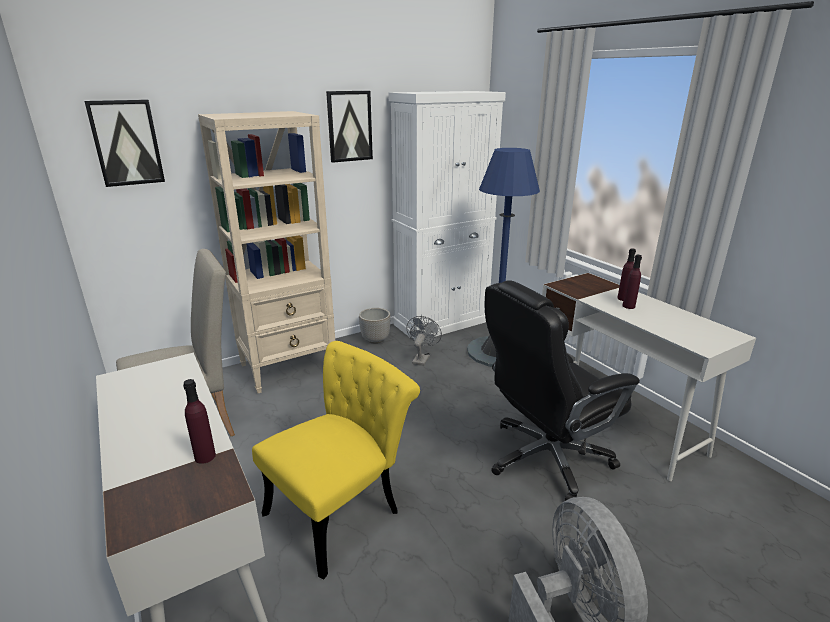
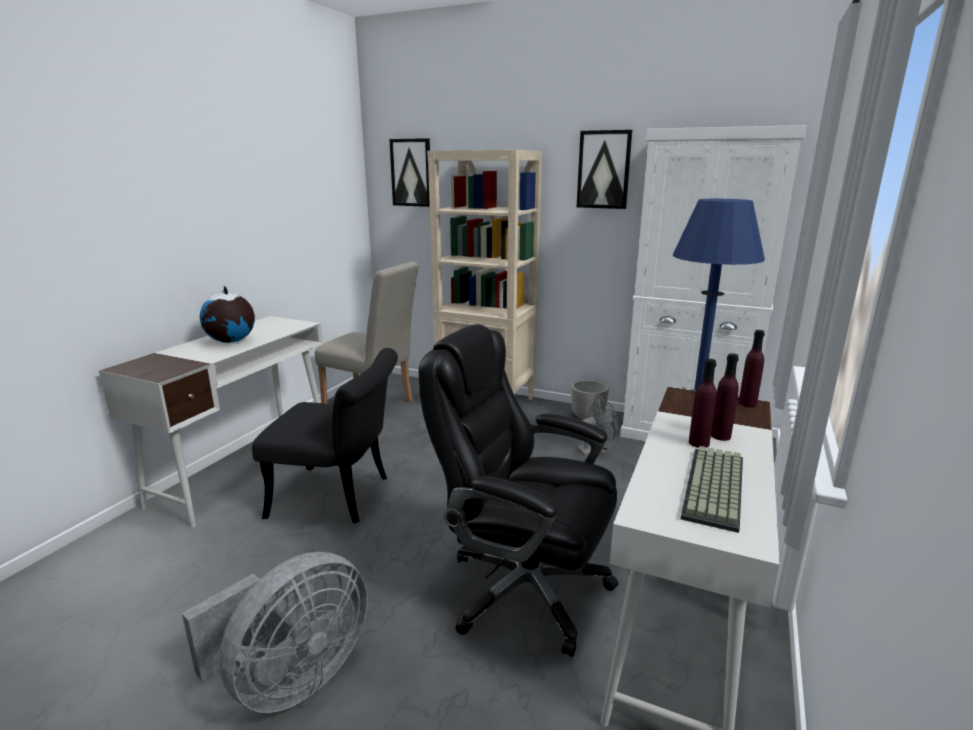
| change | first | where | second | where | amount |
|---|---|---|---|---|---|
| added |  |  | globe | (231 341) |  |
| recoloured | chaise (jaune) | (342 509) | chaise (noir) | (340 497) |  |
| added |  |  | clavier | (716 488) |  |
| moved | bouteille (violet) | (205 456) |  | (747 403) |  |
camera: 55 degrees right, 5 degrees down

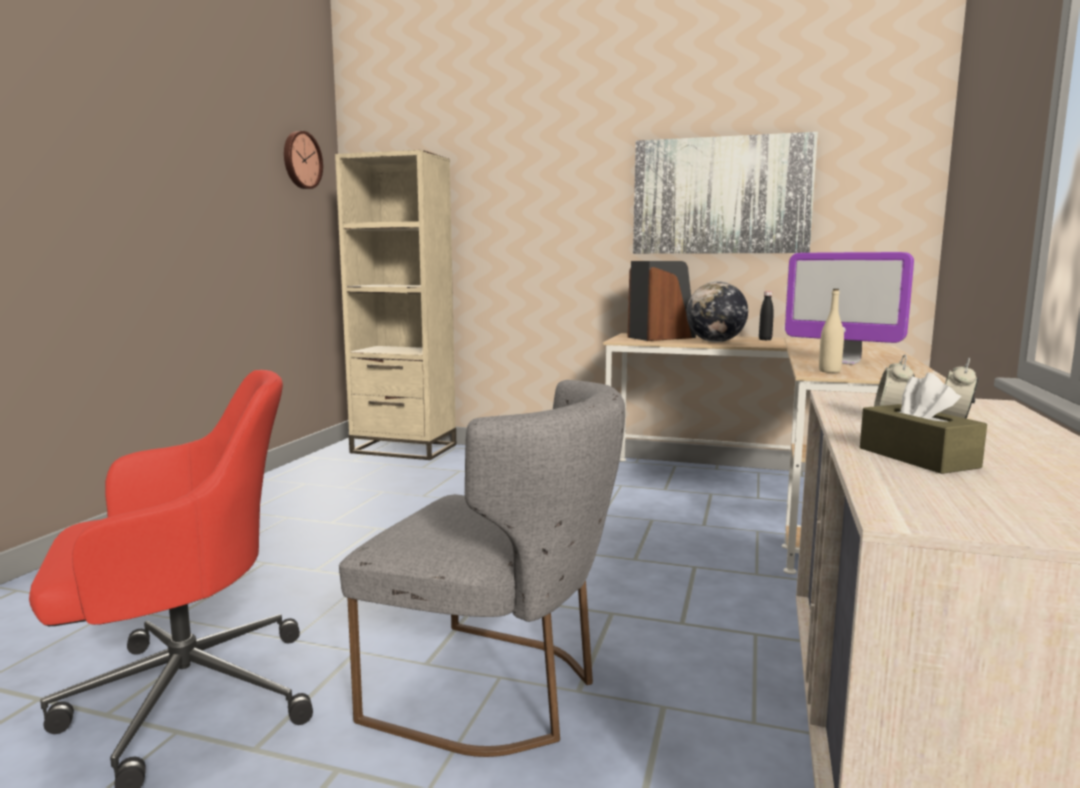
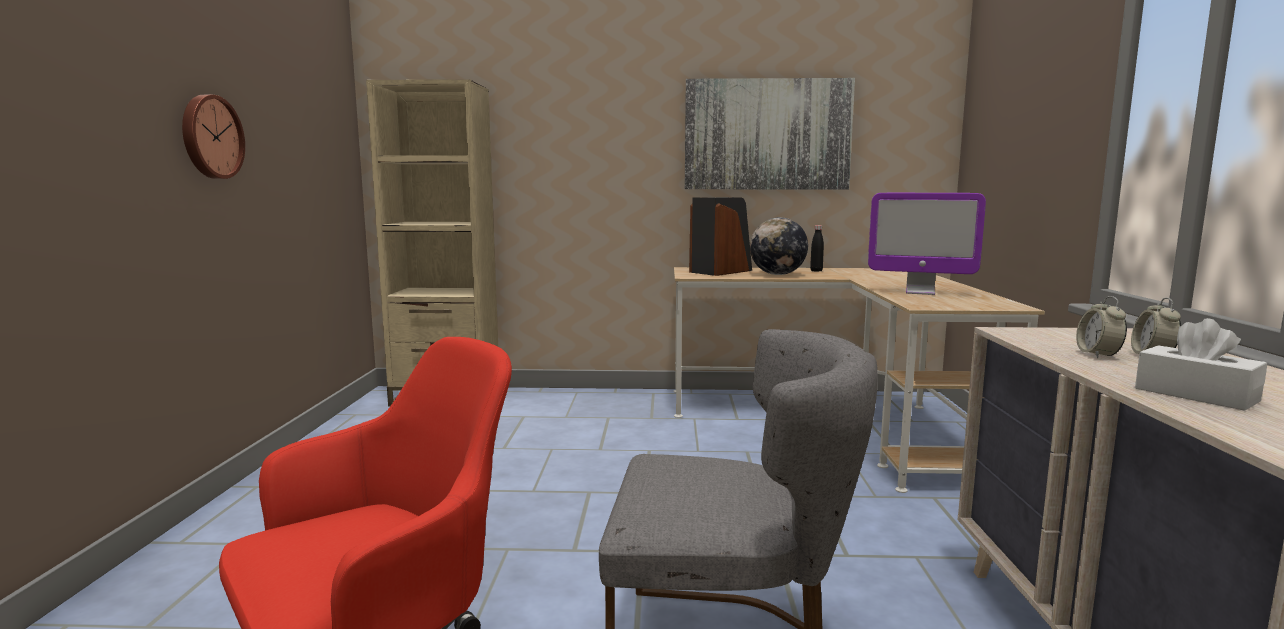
| change | first | where | second | where | amount |
|---|---|---|---|---|---|
| moved | horloge murale | (301 160) |  | (210 137) |  |
| recoloured | boîte à mouchoirs (marron) | (917 457) | boîte à mouchoirs (blanc) | (1195 395) |  |
| removed | bouteille (beige) | (829 371) |  |  |  |
camera: 15 degrees left, 0 degrees up

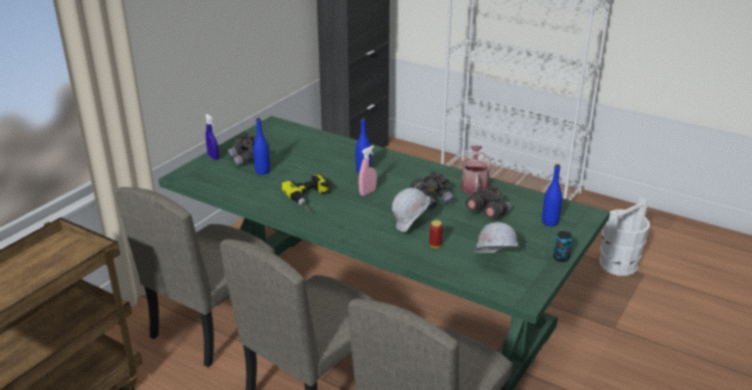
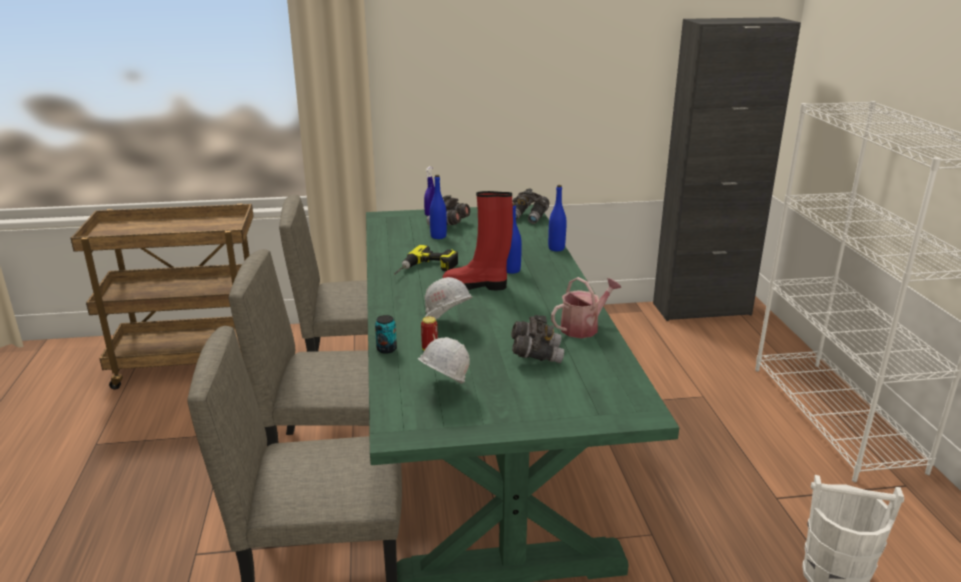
| change | first | where | second | where | amount |
|---|---|---|---|---|---|
| moved | boîte métallique | (561 258) |  | (386 349) |  |
| replaced | vaporisateur (rose) | (367 192) | botte (rouge) | (477 285) |  |
| moved | jumelles (gris) | (433 199) |  | (529 217) |  |
| moved | bouteille (bleu) | (549 222) |  | (556 248) |  |
camera: 50 degrees right, 5 degrees down

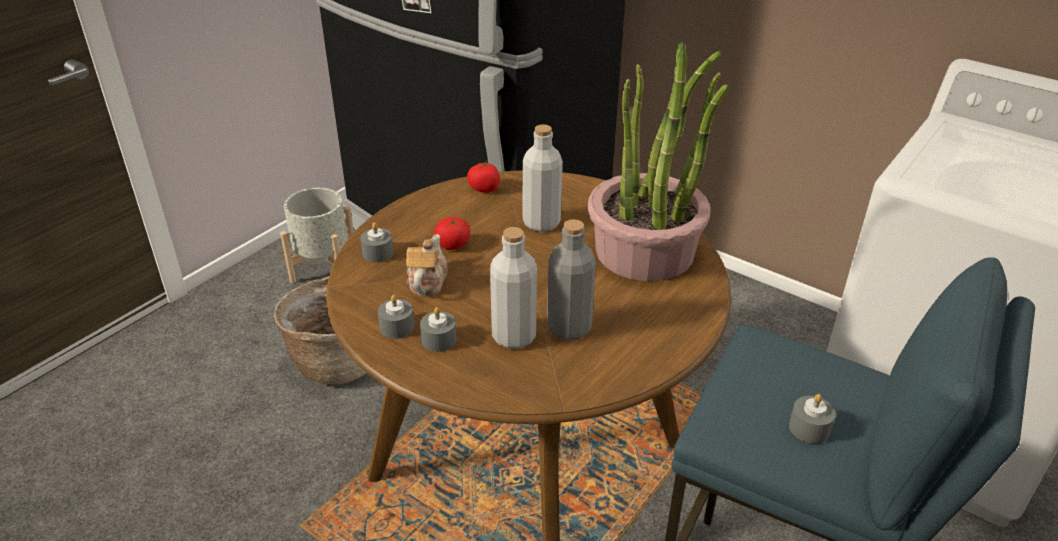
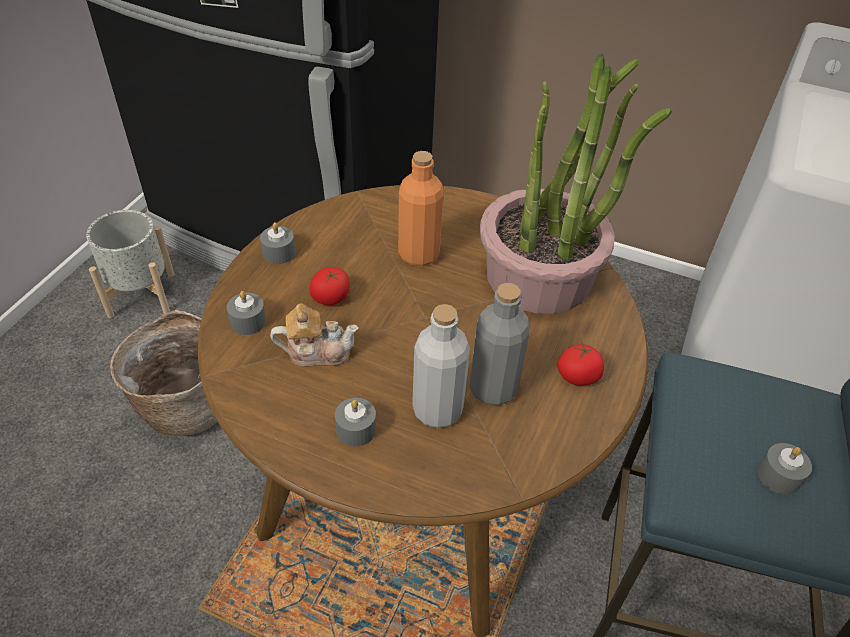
| change | first | where | second | where | amount |
|---|---|---|---|---|---|
| moved | bougie (gris) | (397 327) |  | (279 253) |  |
| turned | théière | (427 281) |  | (317 352) | 90 degrees clockwise |
| recoloured | bouteille (gris) | (541 223) | bouteille (orange) | (419 254) |  |
| moved | tomate | (484 189) |  | (578 376) |  |
camera: 15 degrees left, 10 degrees up

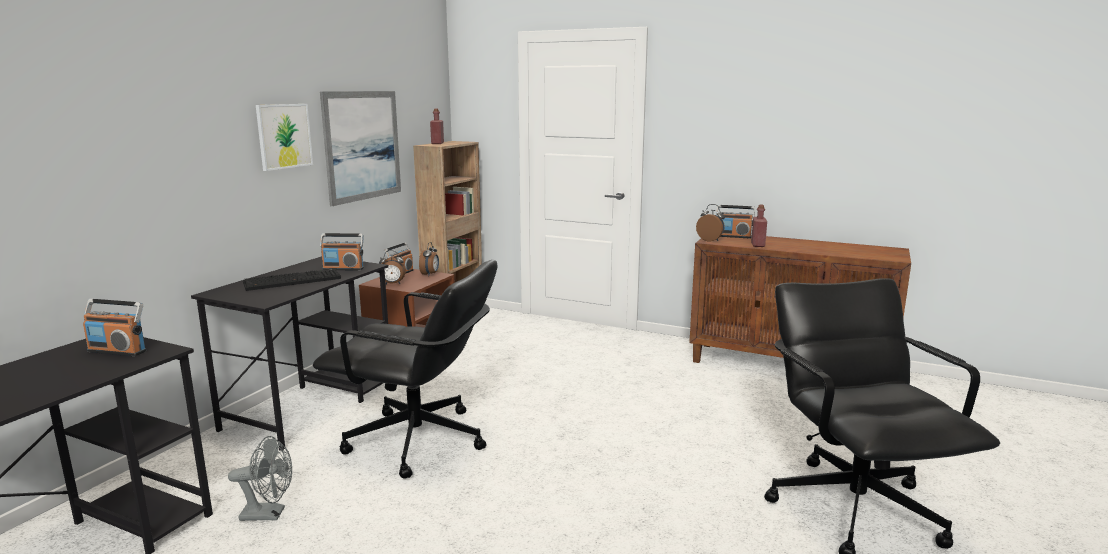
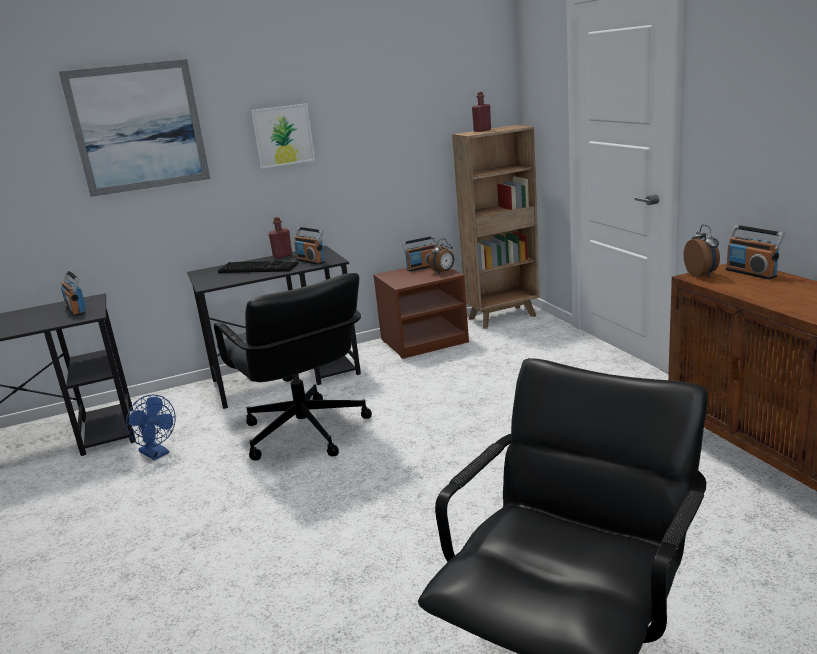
| change | first | where | second | where | amount |
|---|---|---|---|---|---|
| moved | tableau | (362 145) |  | (138 128) |  |
| recoloured | ventilateur (gris) | (269 514) | ventilateur (bleu) | (157 454) |  |
| moved | bouteille (rouge) | (757 245) |  | (282 256) |  |
| removed | réveil | (393 284) |  |  |  |
camera: 45 degrees right, 5 degrees up

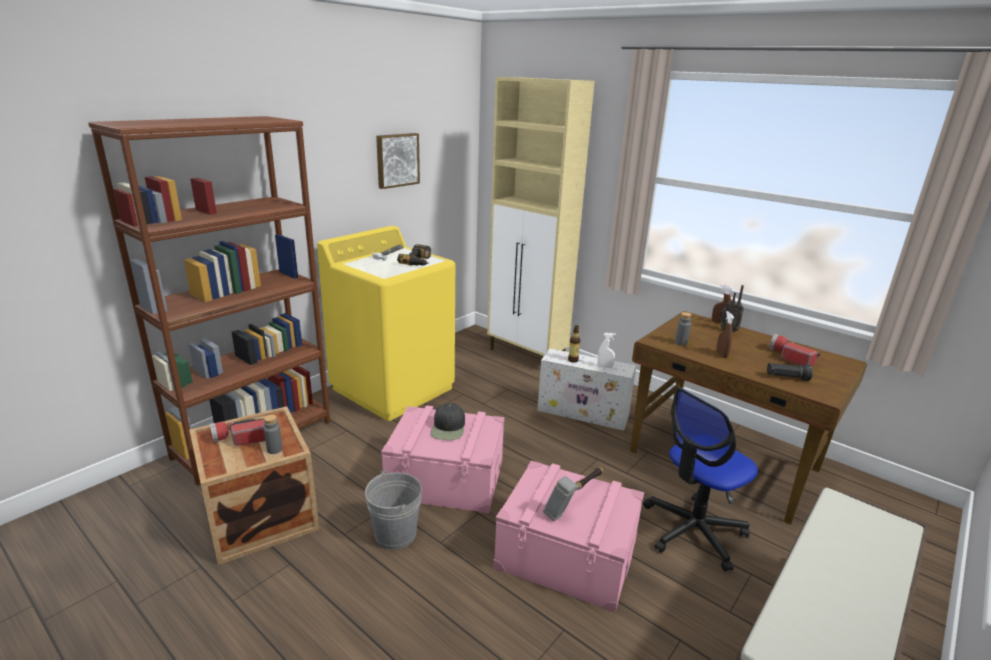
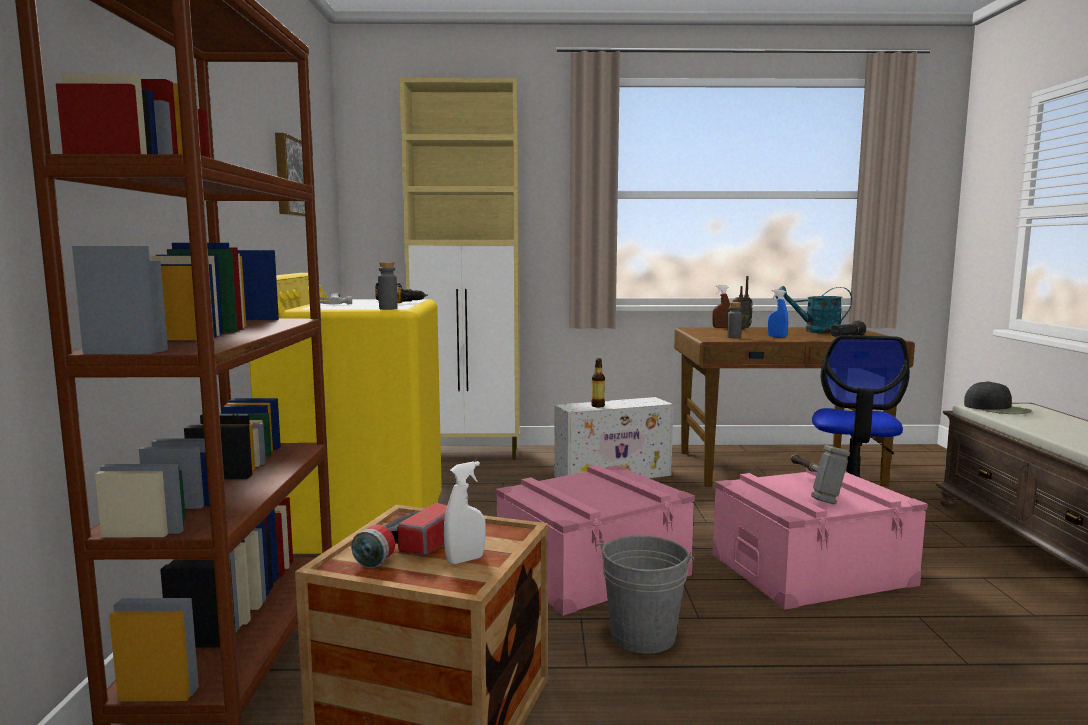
| change | first | where | second | where | amount |
|---|---|---|---|---|---|
| moved | bouteille (gris) | (274 449) |  | (388 309) |  |
| moved | vaporisateur (blanc) | (605 367) |  | (465 560) |  |
| recoloured | vaporisateur (marron) | (721 354) | vaporisateur (bleu) | (777 337) |  |
| replaced | lampe de poche | (790 357) | arrosoir (turquoise) | (815 331) |  |
| moved | casquette (noir) | (448 428) |  | (997 409) |  |
camera: 40 degrees left, 15 degrees down

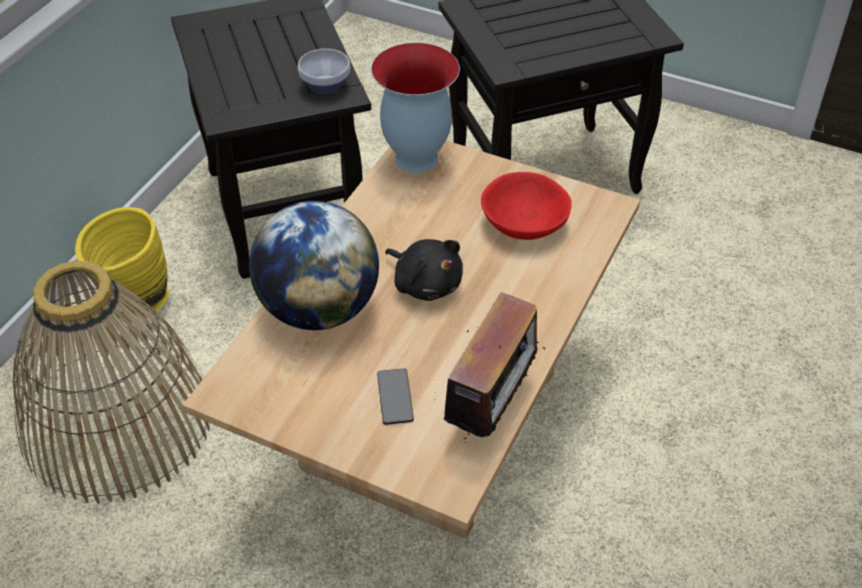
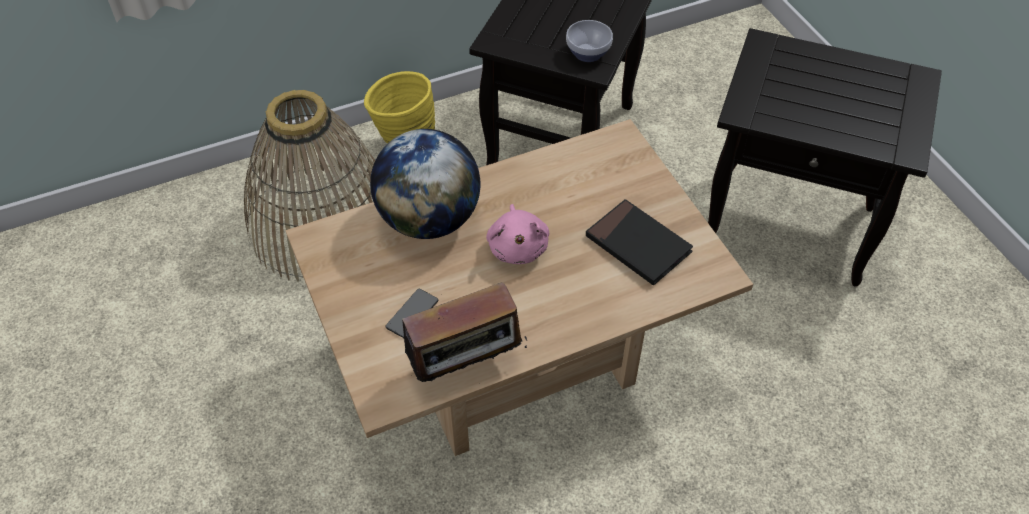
| change | first | where | second | where | amount |
|---|---|---|---|---|---|
| recoloured | peluche (noir) | (425 283) | peluche (rose) | (518 247) |  |
| replaced | bol (rouge) | (523 222) | livre (noir) | (638 245) |  |
| removed | vase | (415 159) |  |  |  |
camera: 40 degrees right, 5 degrees up

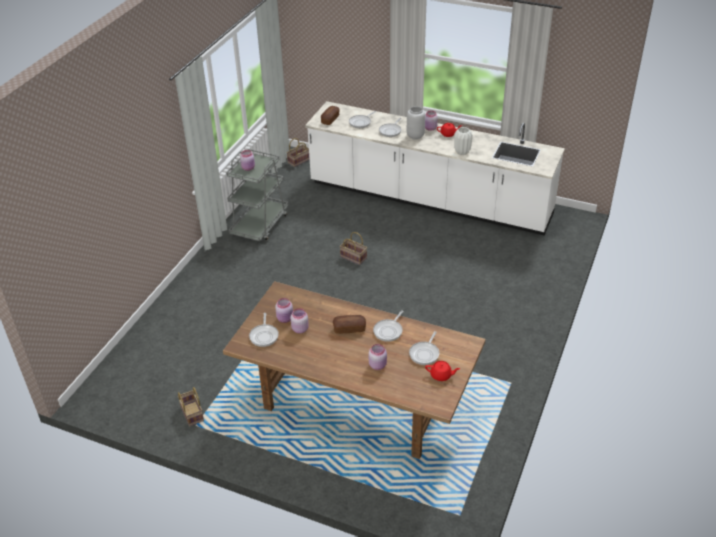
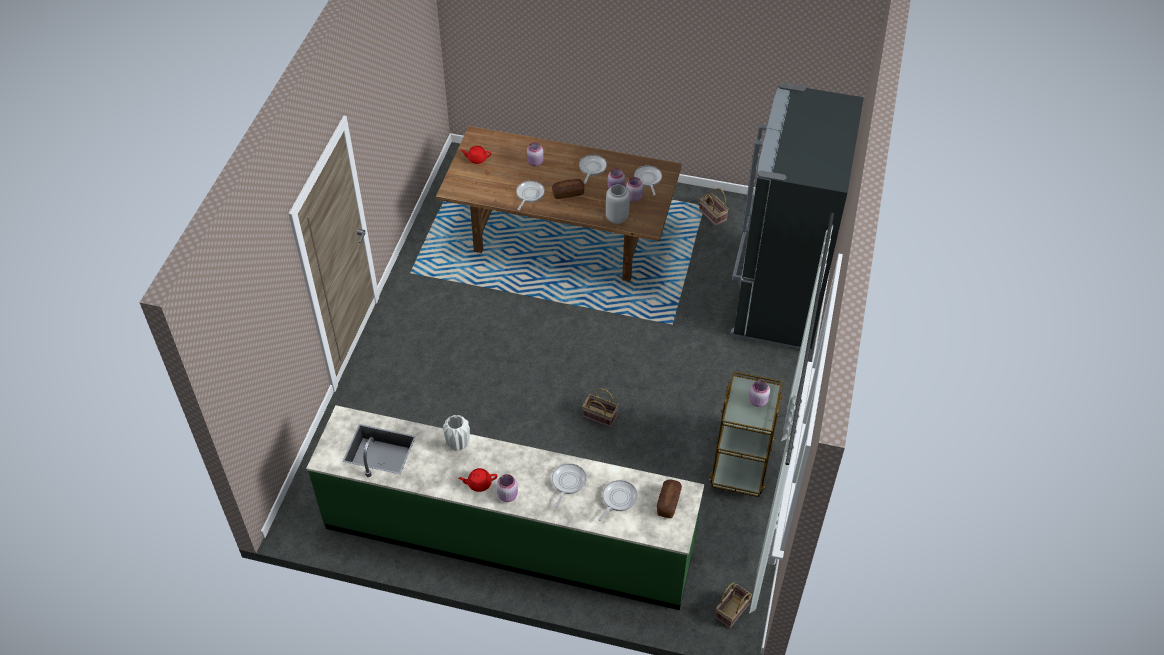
| change | first | where | second | where | amount |
|---|---|---|---|---|---|
| recoloured | comptoir de cuisine (blanc) | (429 200) | comptoir de cuisine (vert) | (509 537) |  |
| moved | poêle | (425 353) |  | (592 168) |  |
| moved | vase (gris) | (415 135) |  | (616 218) |  |
| recoloured | chariot (gris) | (260 224) | chariot (marron) | (741 461) |  |
| added |  |  | réfrigérateur (noir) | (777 298) |  |
camera: 170 degrees right, 10 degrees up

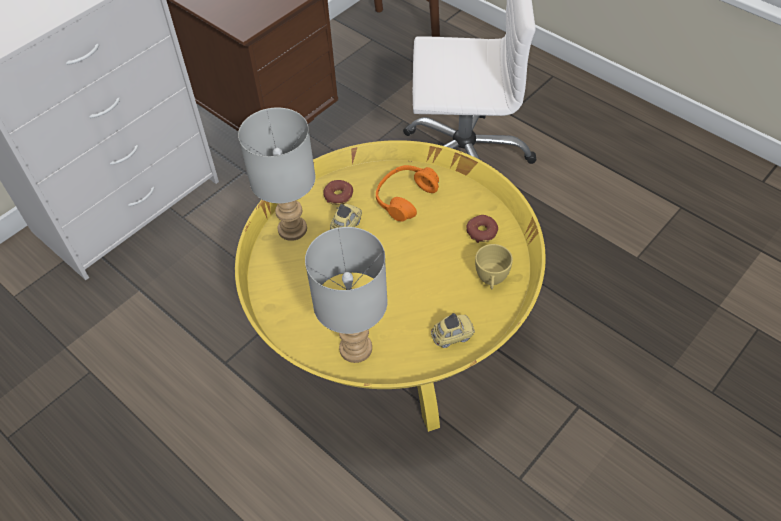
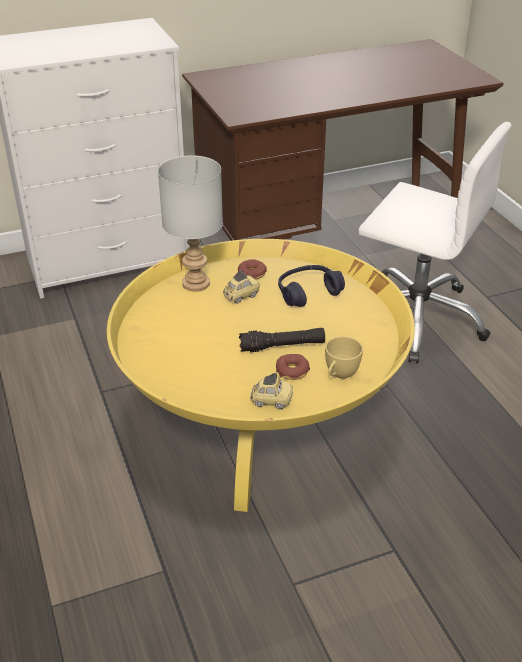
| change | first | where | second | where | amount |
|---|---|---|---|---|---|
| added |  |  | lampe de poche (noir) | (282 346) |  |
| moved | beignet | (482 232) |  | (292 371) |  |
| recoloured | casque audio (orange) | (405 198) | casque audio (bleu) | (308 293) |  |
| removed | lampe de table (gris) | (355 349) |  |  |  |
camera: 25 degrees right, 15 degrees down

